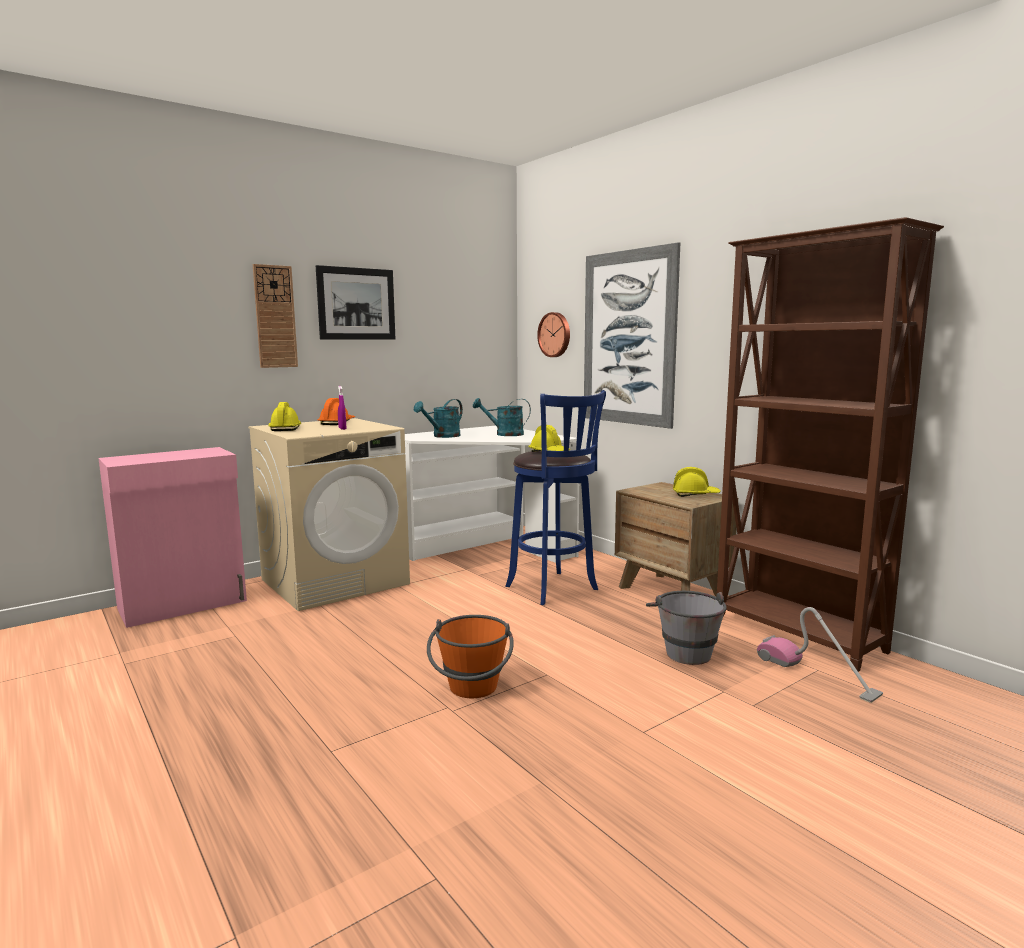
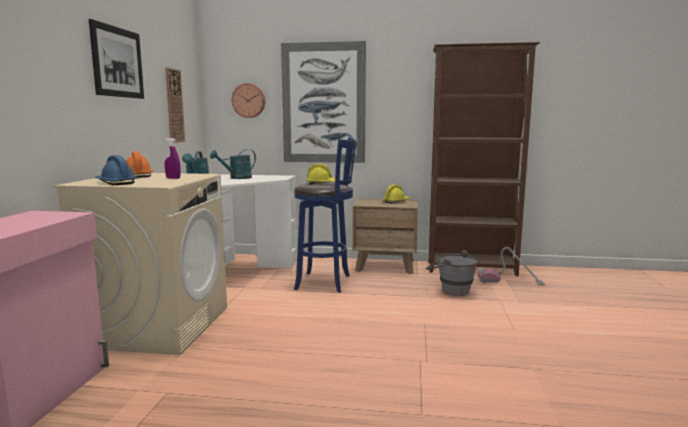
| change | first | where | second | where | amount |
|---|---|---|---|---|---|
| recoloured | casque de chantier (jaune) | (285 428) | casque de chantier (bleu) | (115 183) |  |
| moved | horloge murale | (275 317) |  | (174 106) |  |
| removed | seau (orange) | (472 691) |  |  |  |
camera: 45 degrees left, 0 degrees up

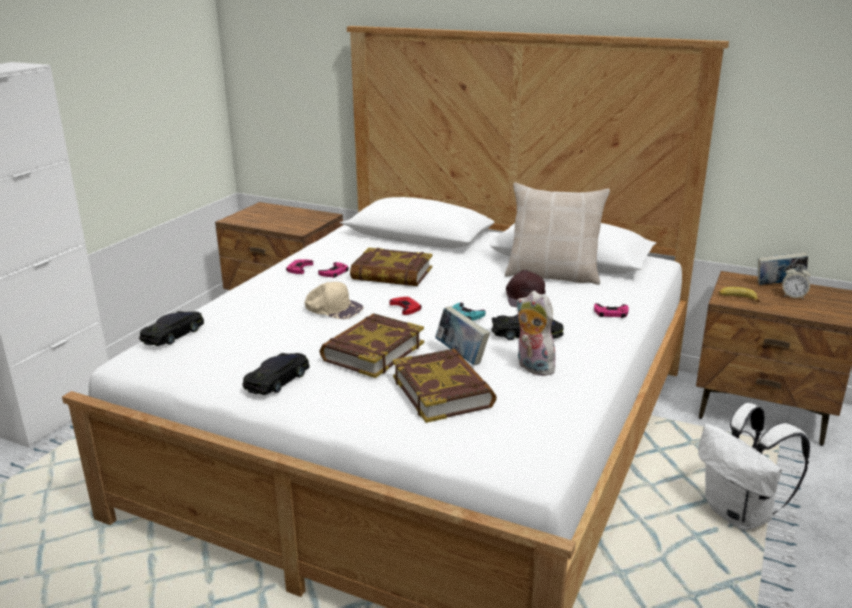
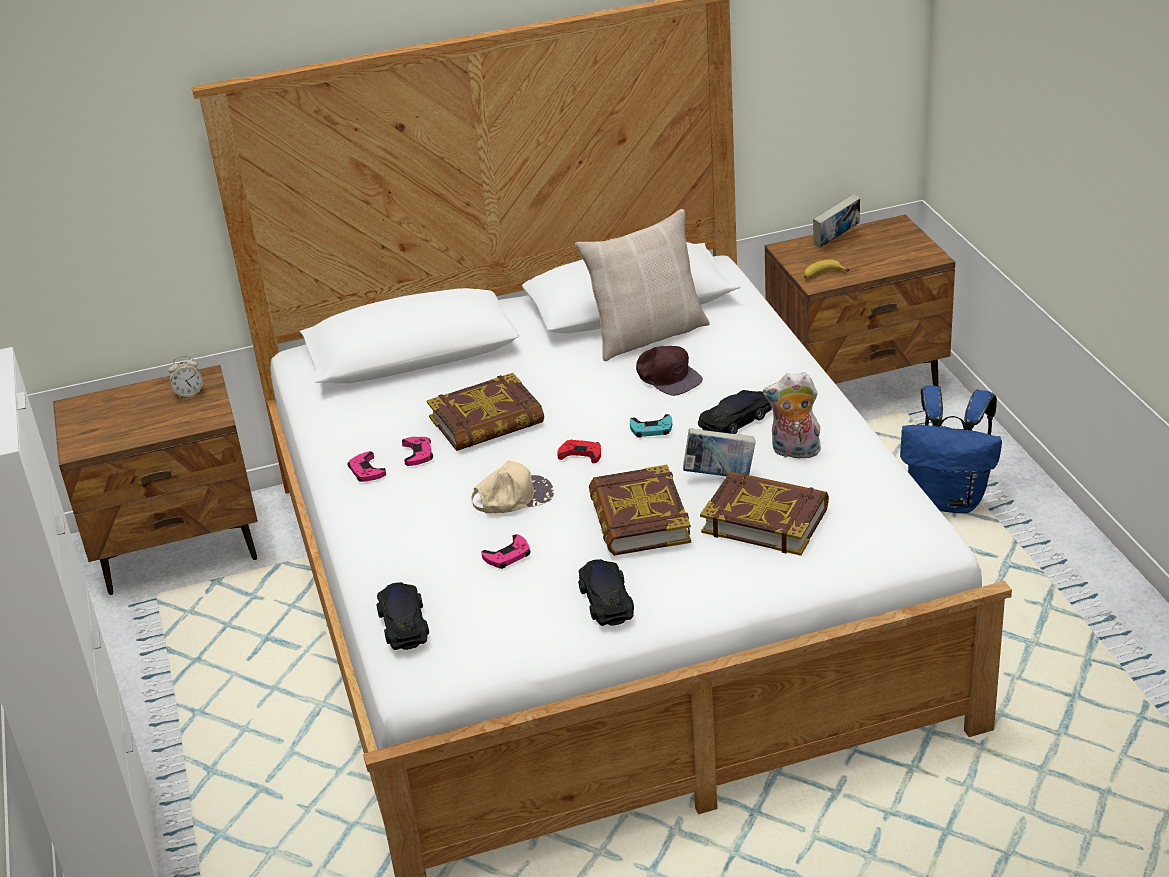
| change | first | where | second | where | amount |
|---|---|---|---|---|---|
| moved | réveil | (793 296) |  | (189 393) |  |
| moved | manette (rose) | (611 313) |  | (508 556) |  |
| recoloured | sac à dos (blanc) | (740 514) | sac à dos (bleu) | (949 500) |  |
camera: 40 degrees left, 10 degrees up

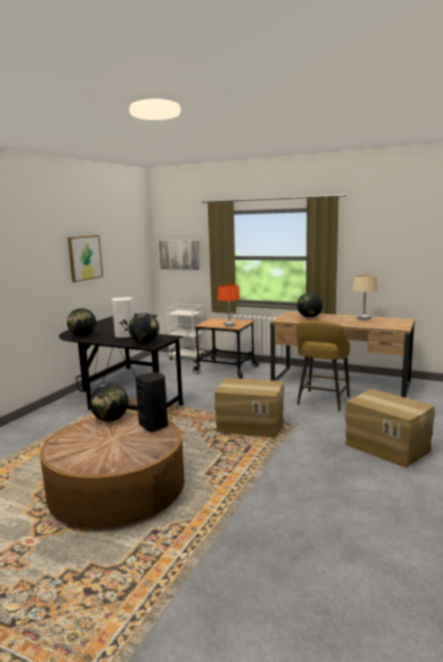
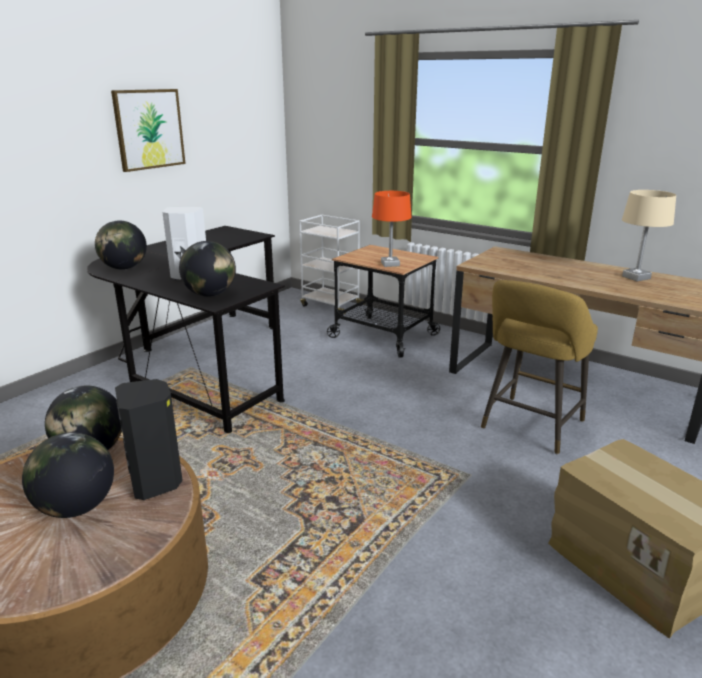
| change | first | where | second | where | amount |
|---|---|---|---|---|---|
| moved | globe | (309 317) |  | (76 507) |  |
| removed | tableau | (180 255) |  |  |  |
| removed | carton | (250 425) |  |  |  |
camera: 10 degrees right, 10 degrees up

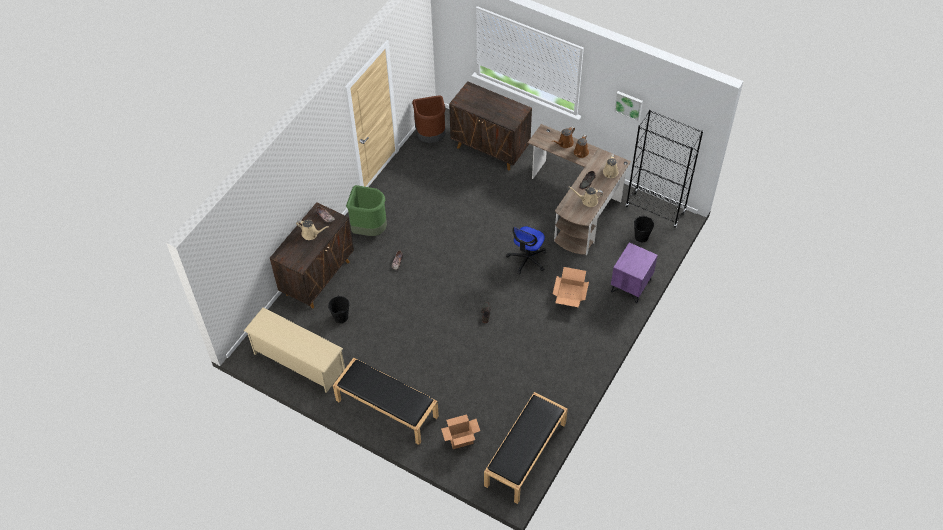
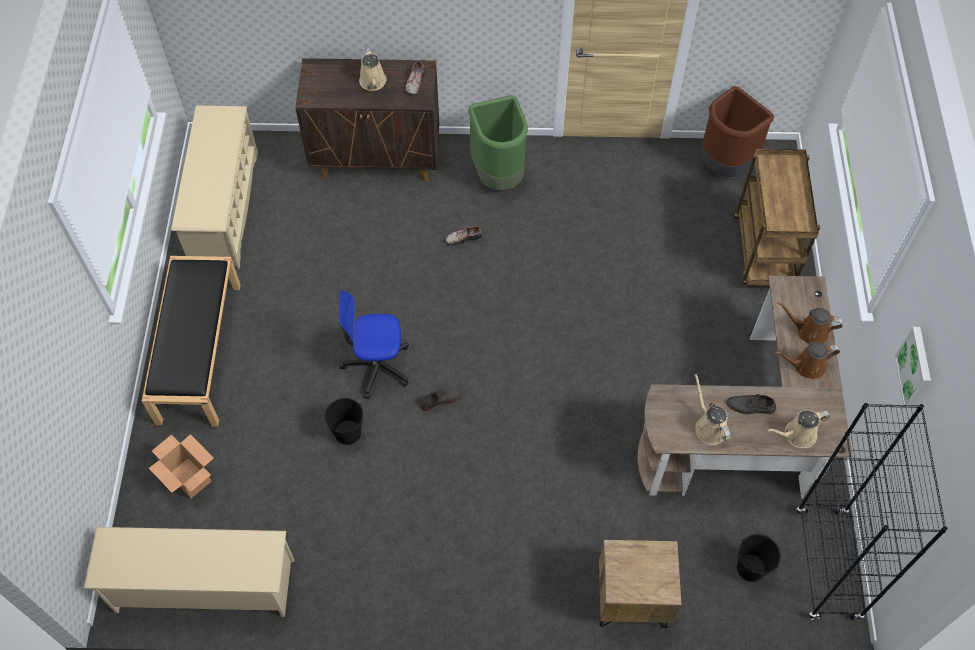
| change | first | where | second | where | amount |
|---|---|---|---|---|---|
| replaced | banc (noir) | (525 455) | étagère à chaussures (beige) | (204 586) |  |
| moved | seau (noir) | (340 317) |  | (347 432) |  |
| moved | chaise de bureau | (527 259) |  | (377 366) |  |
| recoloured | table de chevet (violet) | (631 286) | table de chevet (marron) | (632 600) |  |
| replaced | meuble de rangement (marron) | (490 149) | chariot (marron) | (764 253) |  |
| removed | carton | (570 294) |  |  |  |
camera: 60 degrees right, 5 degrees up

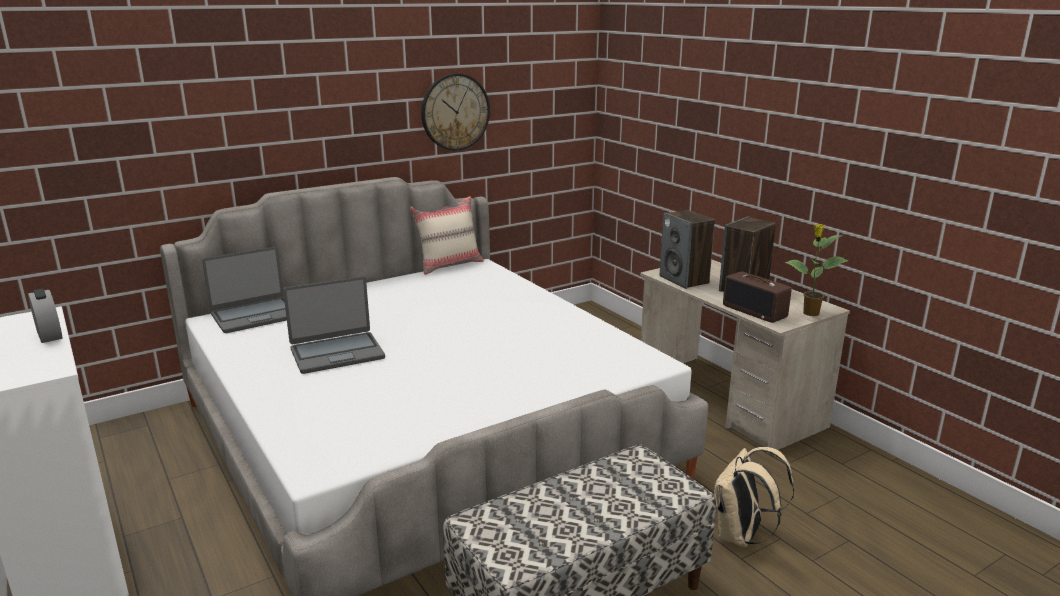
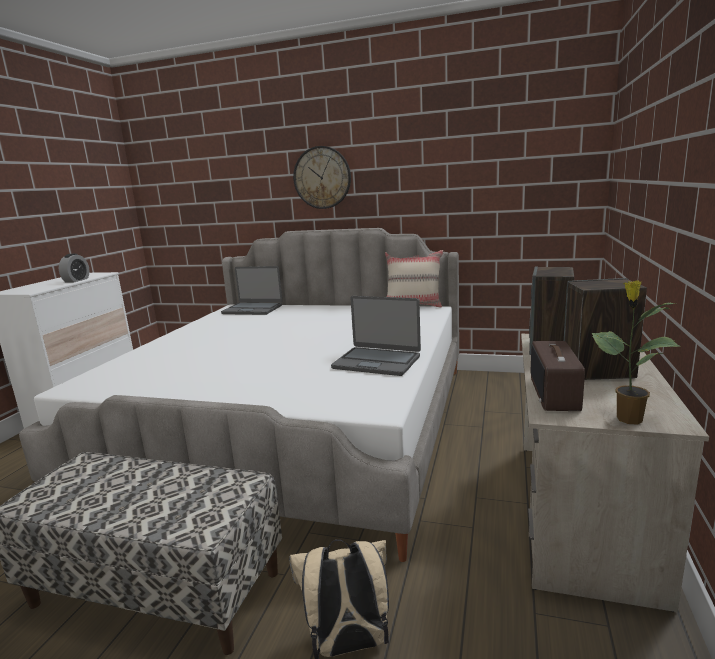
| change | first | where | second | where | amount |
|---|---|---|---|---|---|
| moved | horloge murale | (455 112) |  | (322 177) |  |
| moved | ordinateur portable | (337 353) |  | (377 362) |  |
camera: 50 degrees right, 5 degrees down

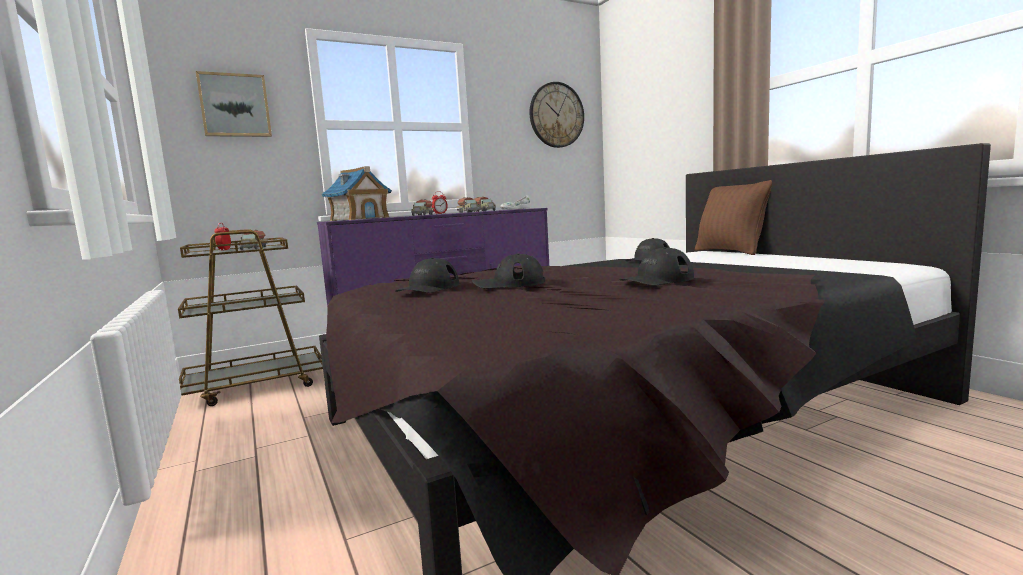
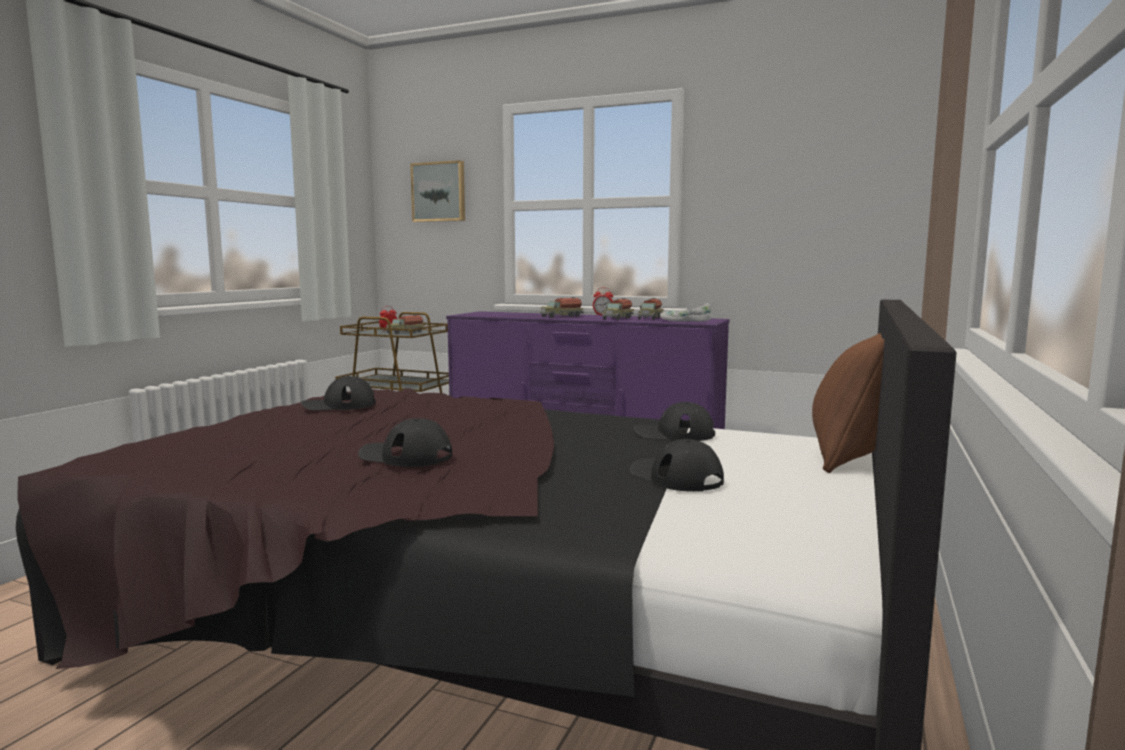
| change | first | where | second | where | amount |
|---|---|---|---|---|---|
| moved | casquette (noir) | (509 284) |  | (675 477) |  |
| removed | maison miniature | (359 219) |  |  |  |
| removed | horloge murale | (556 115) |  |  |  |
camera: 50 degrees right, 0 degrees up

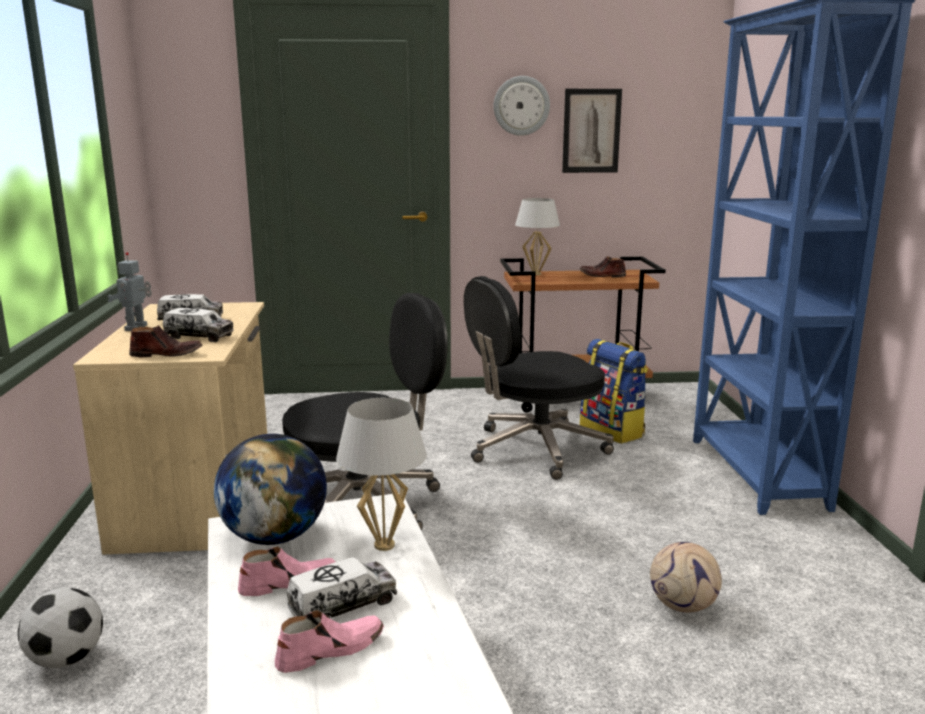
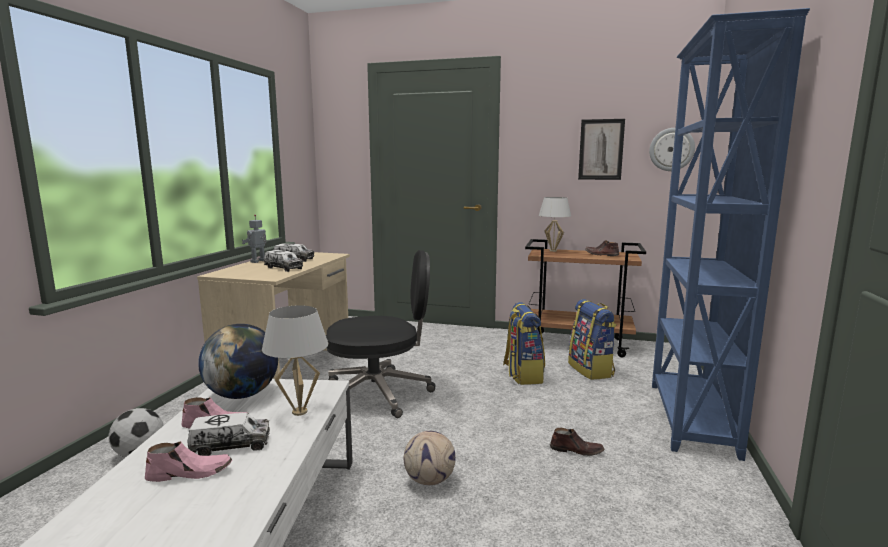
| change | first | where | second | where | amount |
|---|---|---|---|---|---|
| moved | ballon de foot | (684 606) |  | (430 480) |  |
| replaced | chaise de bureau (noir) | (535 449) | sac à dos | (522 375) |  |
| moved | chaussure (marron) | (167 354) |  | (576 450) |  |
| moved | horloge murale | (521 106) |  | (671 149) |  |
camera: 20 degrees right, 5 degrees down

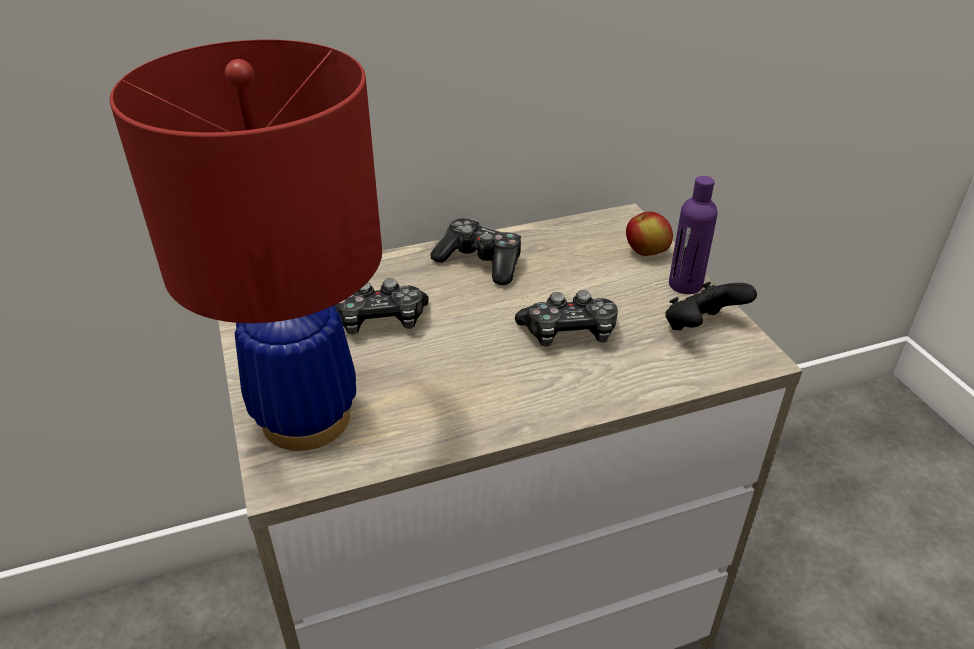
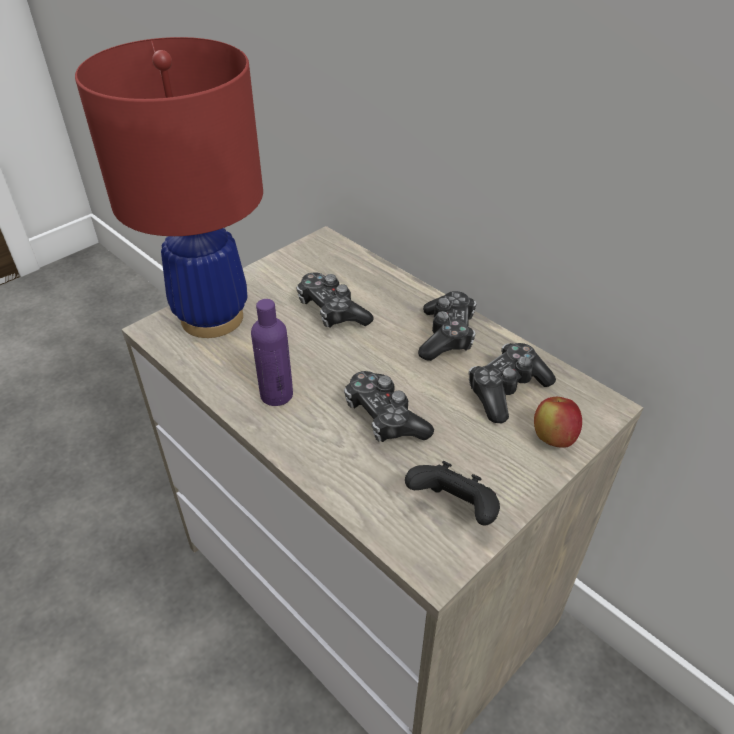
| change | first | where | second | where | amount |
|---|---|---|---|---|---|
| moved | bouteille (violet) | (685 285) |  | (276 395) |  |
| added |  |  | manette | (506 390) |  |
camera: 65 degrees right, 5 degrees up

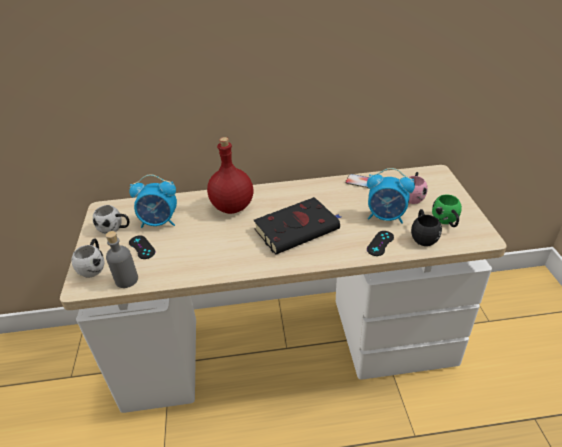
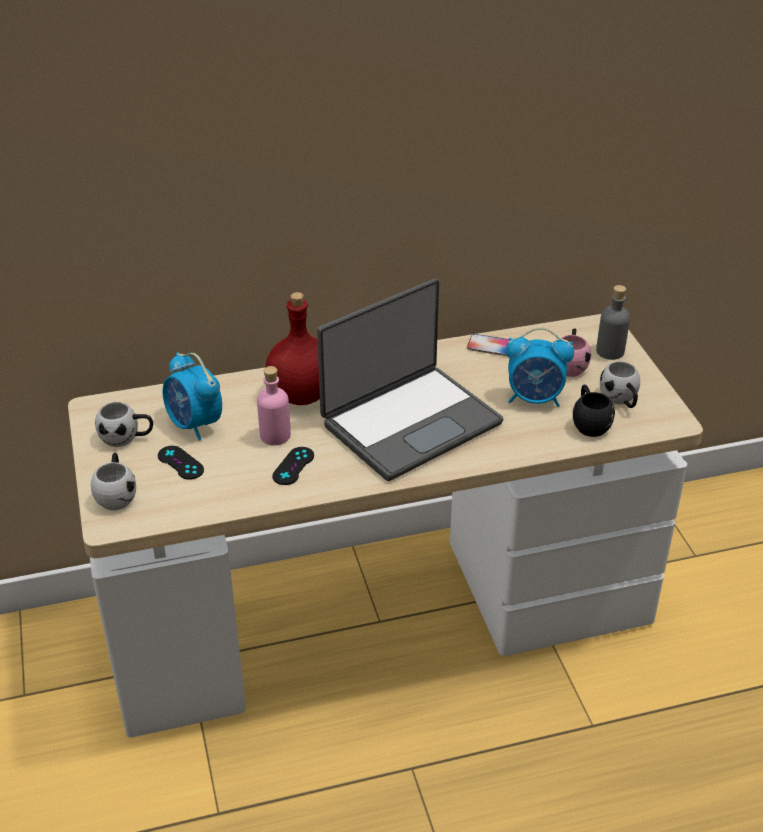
| change | first | where | second | where | amount |
|---|---|---|---|---|---|
| turned | réveil | (160 222) |  | (195 424) | 60 degrees clockwise |
| added |  |  | bouteille (rose) | (275 435) |  |
| moved | manette (noir) | (380 243) |  | (293 466) |  |
| replaced | livre (noir) | (298 229) | ordinateur portable | (409 422) |  |
| moved | bouteille (gris) | (127 280) |  | (610 351) |  |
| recoloured | mug (vert) | (446 221) | mug (blanc) | (621 400) |  |
camera: 10 degrees left, 0 degrees up

